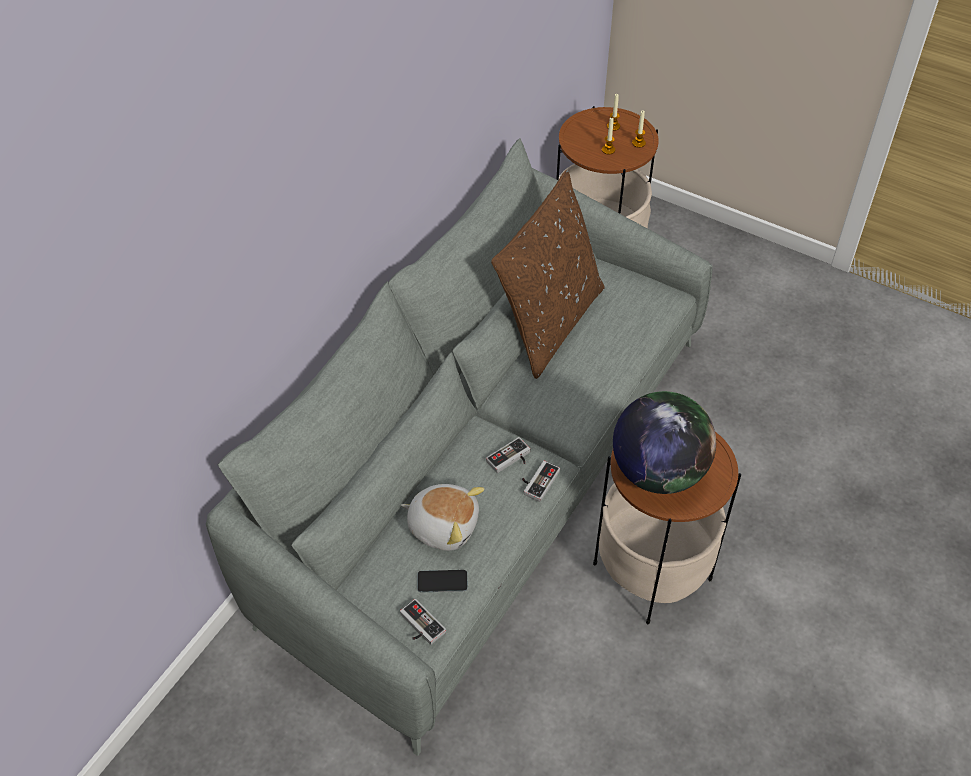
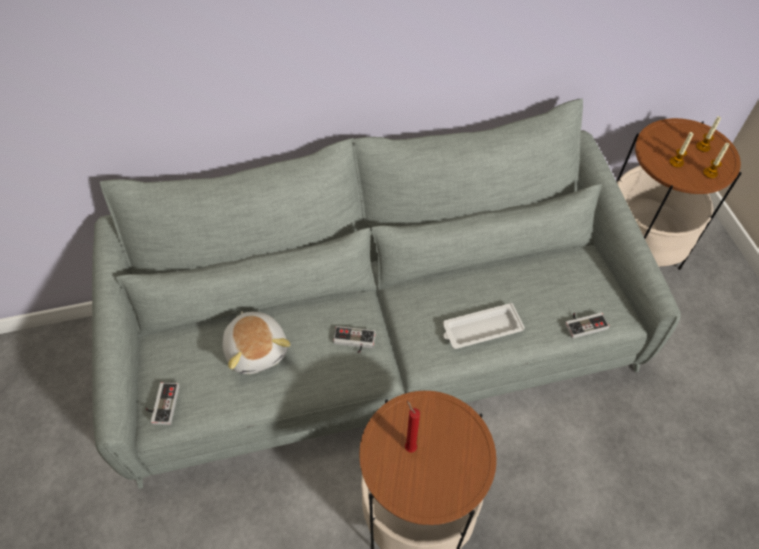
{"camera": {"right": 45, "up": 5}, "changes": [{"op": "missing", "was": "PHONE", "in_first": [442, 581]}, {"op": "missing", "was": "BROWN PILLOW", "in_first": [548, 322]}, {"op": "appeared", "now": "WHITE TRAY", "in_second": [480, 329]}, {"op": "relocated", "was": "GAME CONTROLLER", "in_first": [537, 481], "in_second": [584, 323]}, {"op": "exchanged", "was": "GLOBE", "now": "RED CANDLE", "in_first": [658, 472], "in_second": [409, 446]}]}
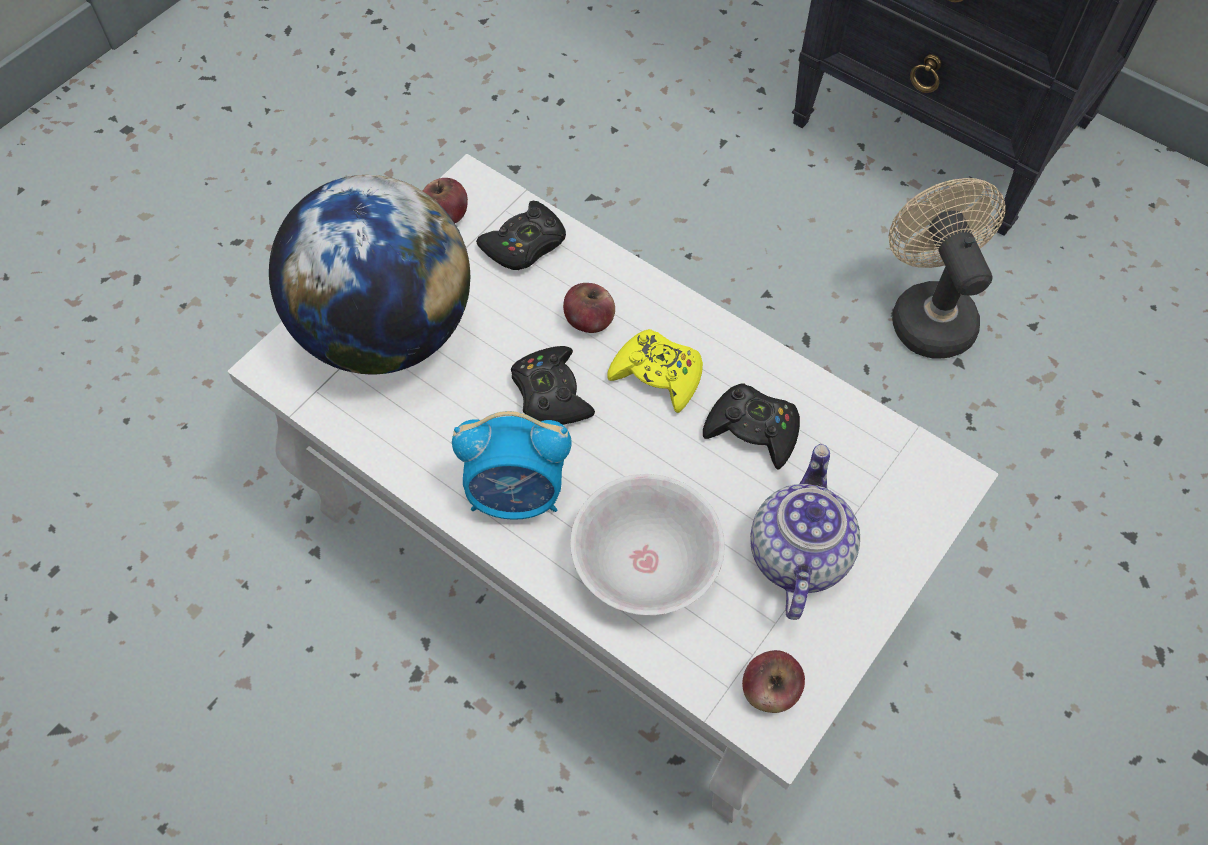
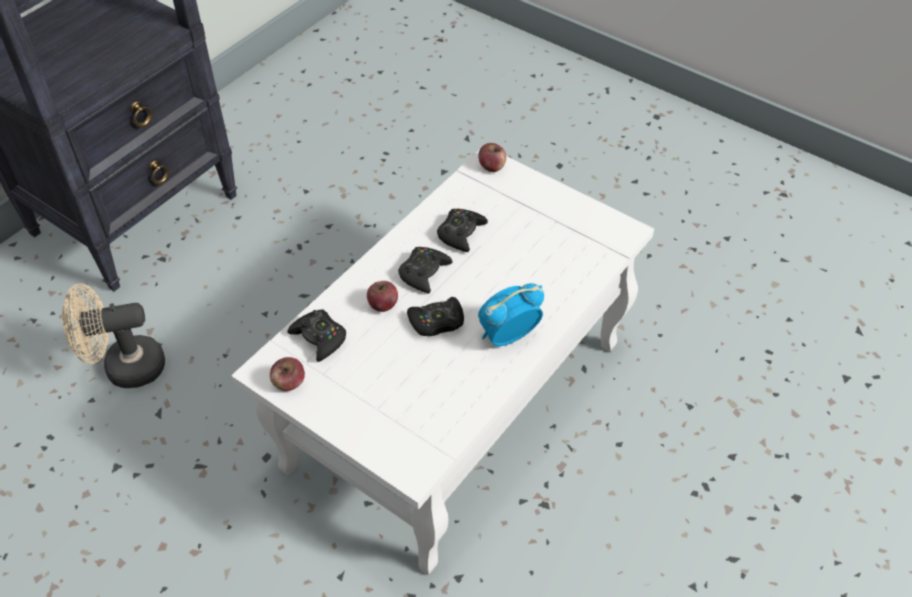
{"camera": {"right": -90, "up": -10}, "changes": [{"op": "missing", "was": "GLOBE", "in_first": [386, 332]}, {"op": "missing", "was": "WHITE BOWL", "in_first": [645, 564]}, {"op": "missing", "was": "TEAPOT", "in_first": [797, 553]}, {"op": "relocated", "was": "APPLE", "in_first": [769, 690], "in_second": [492, 166]}, {"op": "relocated", "was": "BEIGE FAN", "in_first": [927, 313], "in_second": [125, 368]}, {"op": "colour", "was": "YELLOW GAME CONTROLLER", "now": "BLACK GAME CONTROLLER", "in_first": [657, 375], "in_second": [424, 273]}, {"op": "spun", "was": "ALARM CLOCK", "in_first": [517, 495], "in_second": [507, 336], "clockwise": -120}]}
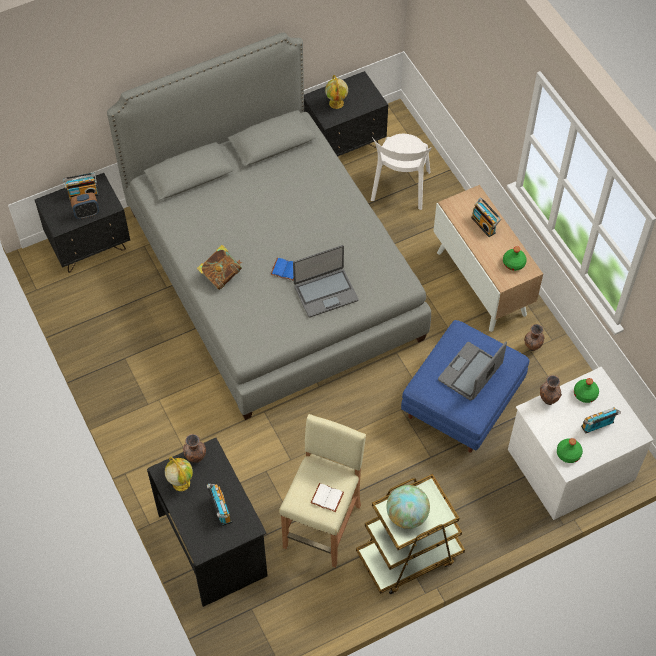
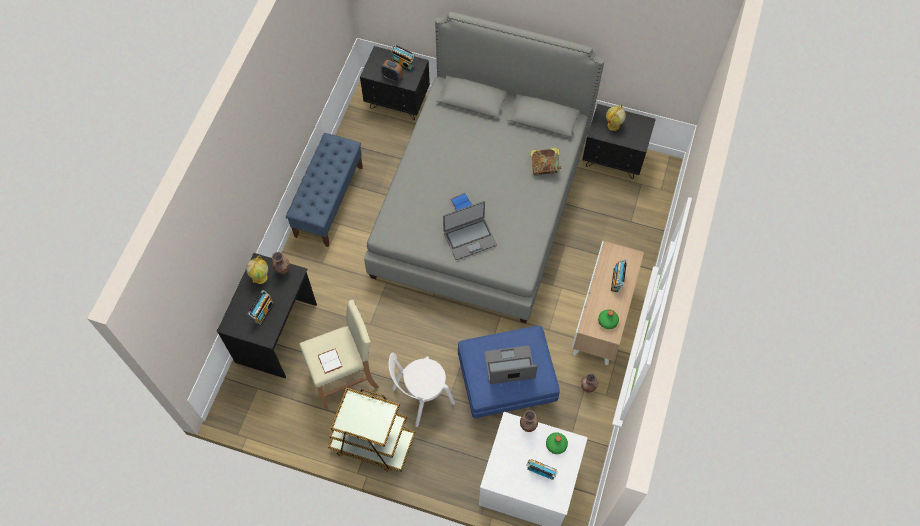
{"camera": {"right": 45, "up": 5}, "changes": [{"op": "missing", "was": "GLOBE", "in_first": [407, 515]}, {"op": "missing", "was": "GREEN BOTTLE", "in_first": [568, 453]}, {"op": "appeared", "now": "BLUE BENCH", "in_second": [329, 201]}, {"op": "relocated", "was": "BOOK", "in_first": [221, 275], "in_second": [545, 167]}, {"op": "relocated", "was": "WHITE CHAIR", "in_first": [400, 188], "in_second": [420, 397]}, {"op": "spun", "was": "LAPTOP", "in_first": [325, 293], "in_second": [469, 238], "clockwise": -45}]}
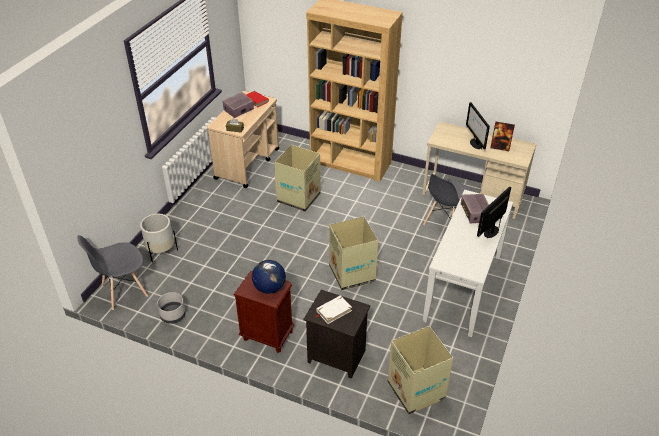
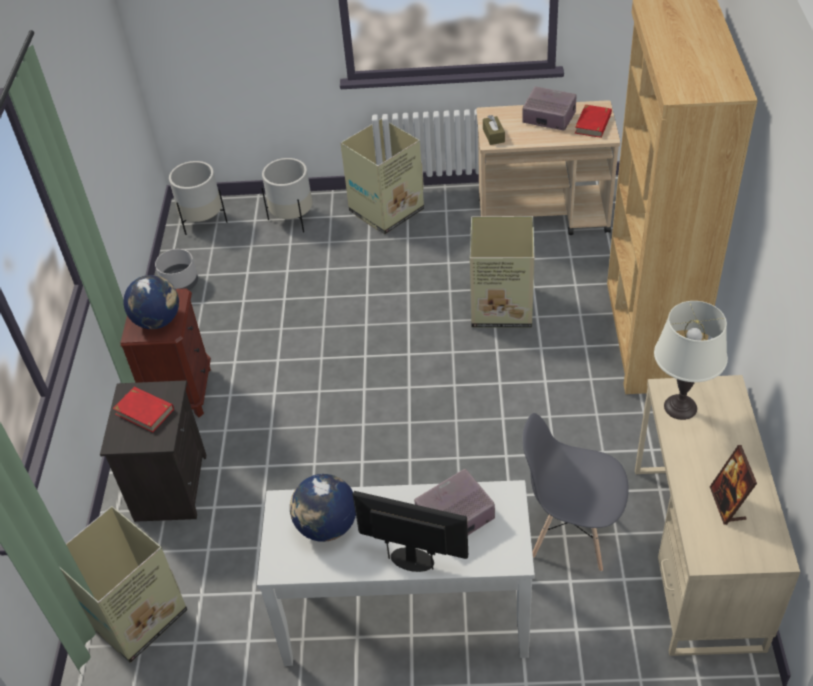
{"camera": {"right": 70, "up": 5}, "changes": [{"op": "missing", "was": "MONITOR", "in_first": [475, 143]}, {"op": "appeared", "now": "GLOBE", "in_second": [326, 526]}, {"op": "appeared", "now": "WHITE TABLE LAMP", "in_second": [680, 407]}, {"op": "relocated", "was": "CARDBOARD BOX", "in_first": [352, 274], "in_second": [385, 211]}, {"op": "exchanged", "was": "GREY CHAIR", "now": "WHITE PLANTER", "in_first": [124, 291], "in_second": [203, 221]}, {"op": "colour", "was": "WHITE BOOK", "now": "RED BOOK", "in_first": [333, 311], "in_second": [144, 411]}]}
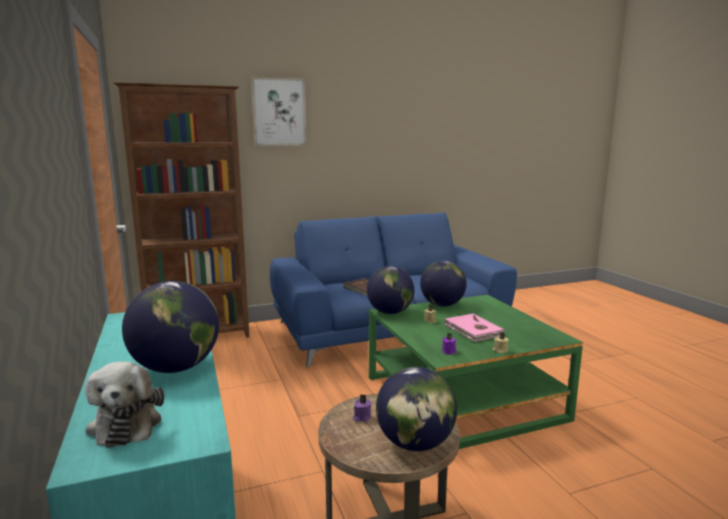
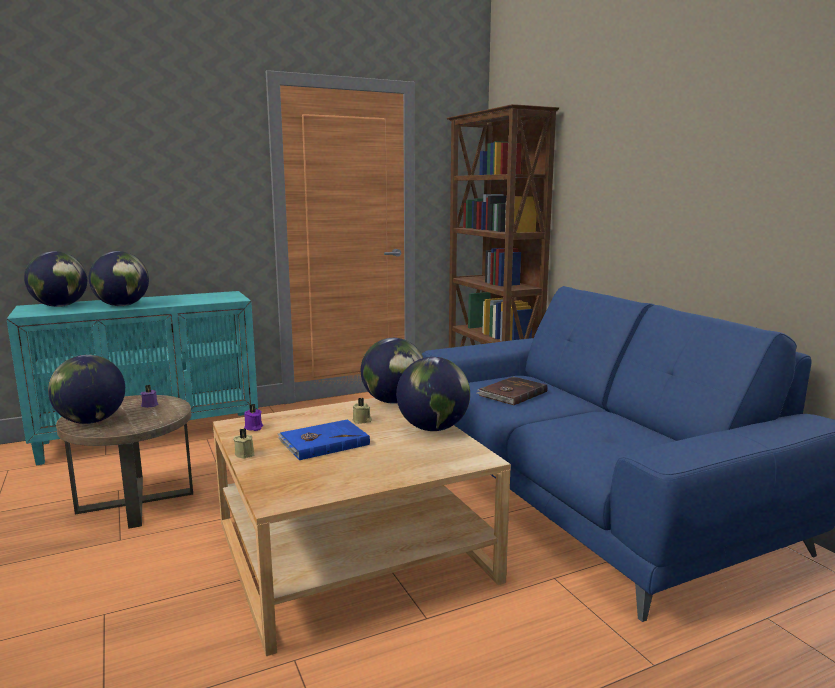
{"camera": {"right": 85, "up": 0}, "changes": [{"op": "missing", "was": "PICTURE", "in_first": [279, 112]}, {"op": "exchanged", "was": "PLUSH TOY", "now": "GLOBE", "in_first": [126, 423], "in_second": [60, 306]}, {"op": "colour", "was": "GREEN COFFEE TABLE", "now": "BEIGE COFFEE TABLE", "in_first": [463, 397], "in_second": [352, 551]}, {"op": "colour", "was": "PINK BOOK", "now": "BLUE BOOK", "in_first": [473, 330], "in_second": [323, 442]}]}
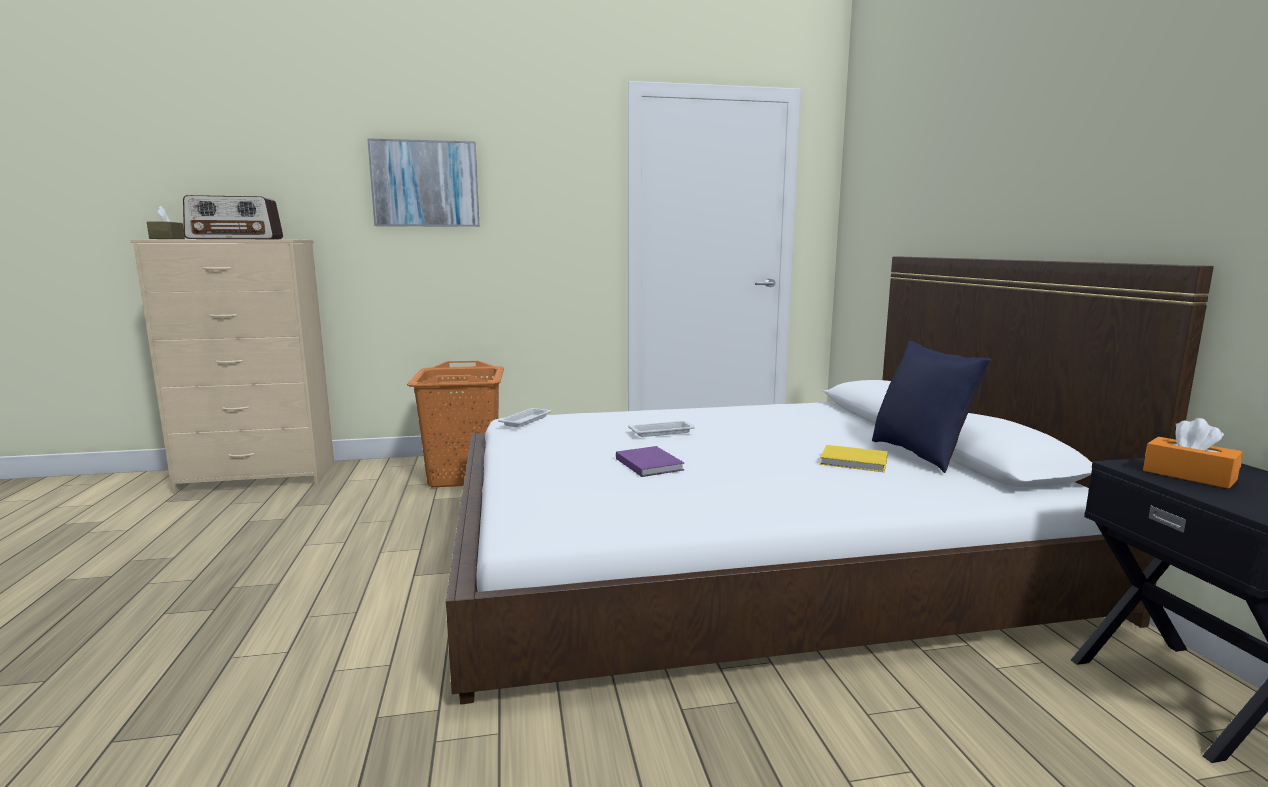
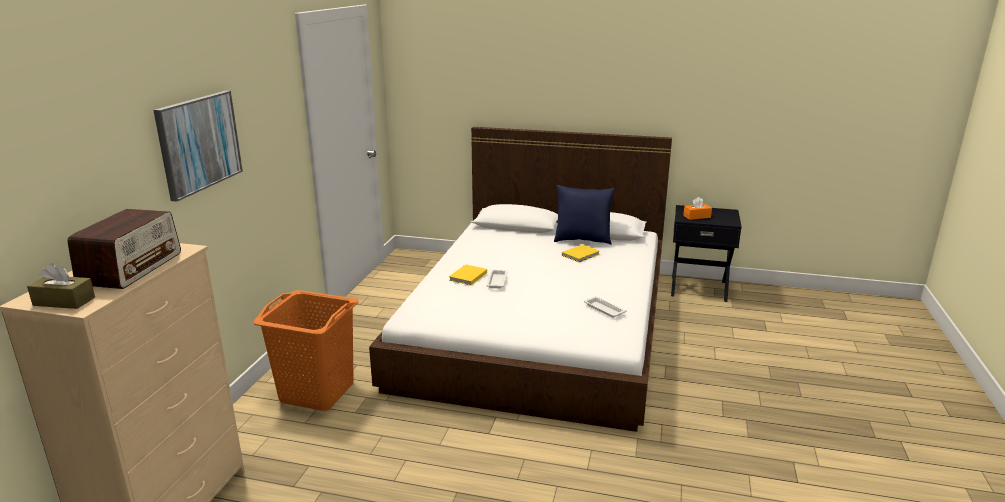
{"camera": {"right": -65, "up": 10}, "changes": [{"op": "missing", "was": "PURPLE BOOK", "in_first": [649, 463]}, {"op": "appeared", "now": "YELLOW BOOK", "in_second": [467, 276]}, {"op": "relocated", "was": "WHITE TRAY", "in_first": [526, 420], "in_second": [603, 309]}]}
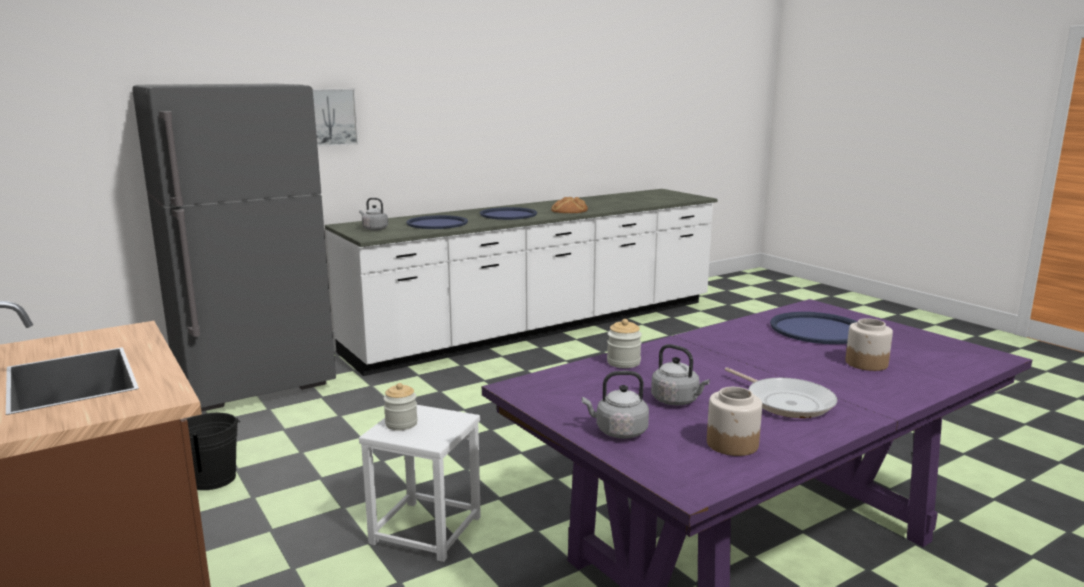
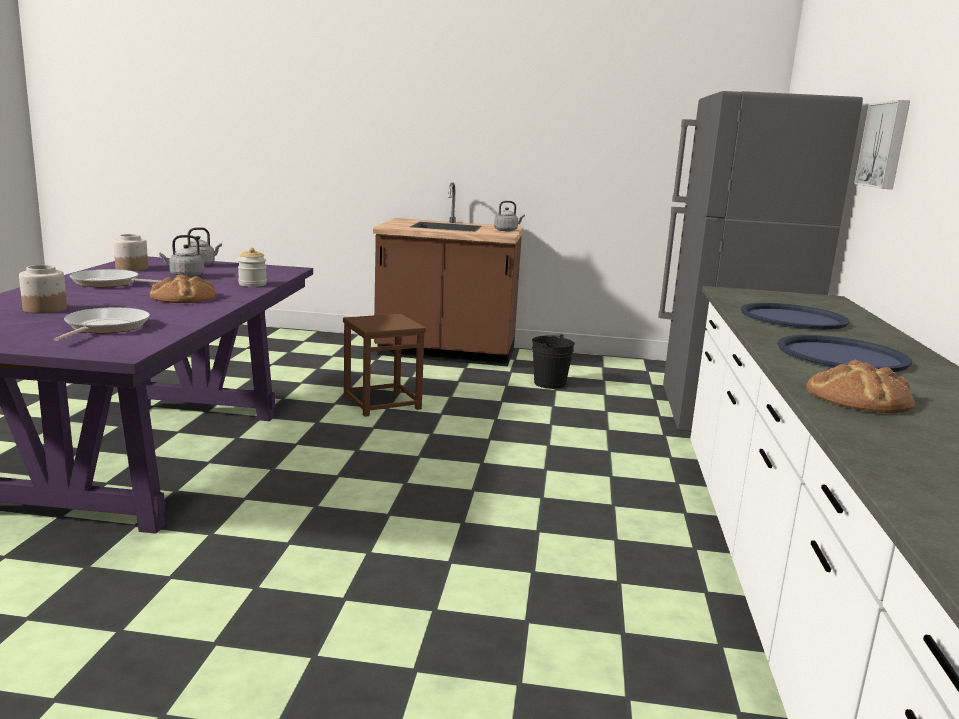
{"camera": {"right": 130, "up": 0}, "changes": [{"op": "missing", "was": "JAR", "in_first": [401, 424]}, {"op": "appeared", "now": "BREAD", "in_second": [183, 297]}, {"op": "relocated", "was": "GREY KETTLE", "in_first": [374, 229], "in_second": [507, 230]}, {"op": "exchanged", "was": "BLUE TRAY", "now": "FRYING PAN", "in_first": [817, 329], "in_second": [104, 327]}, {"op": "colour", "was": "WHITE STOOL", "now": "BROWN STOOL", "in_first": [425, 530], "in_second": [382, 403]}]}
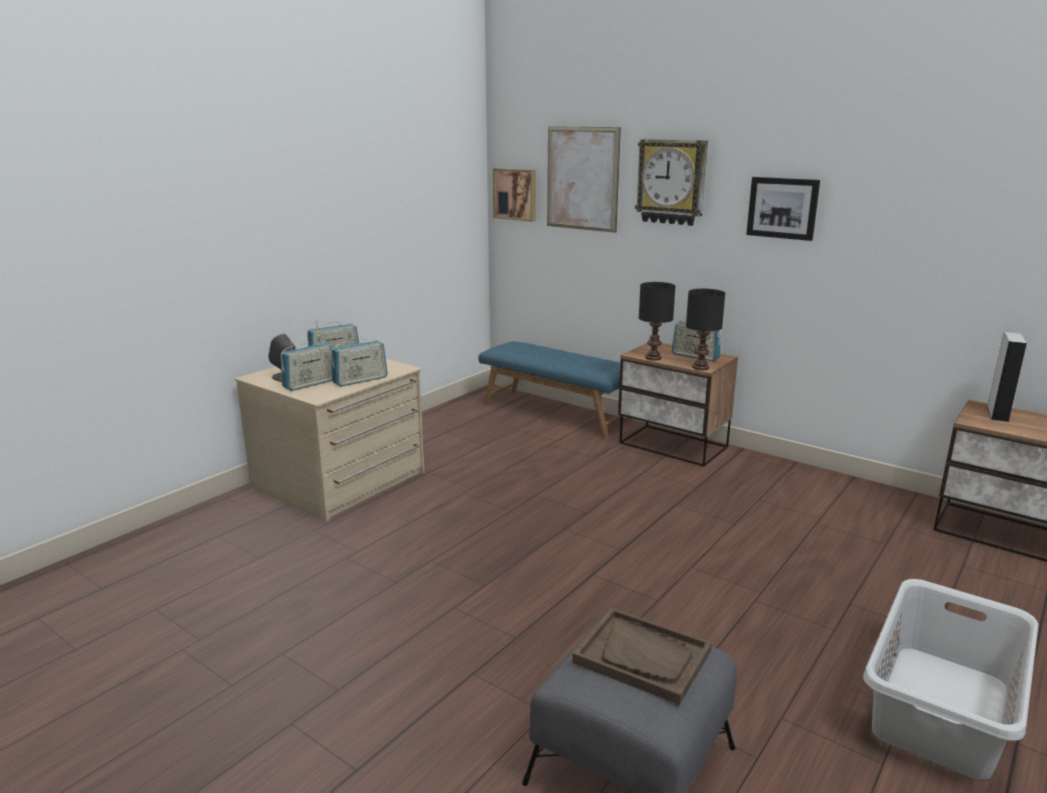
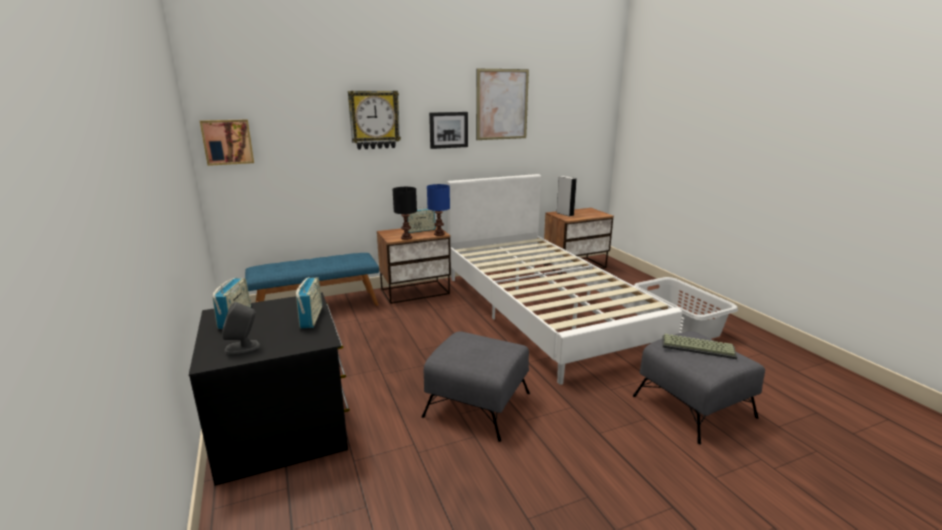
{"camera": {"right": -60, "up": 0}, "changes": [{"op": "missing", "was": "RADIO", "in_first": [311, 384]}, {"op": "appeared", "now": "GREY OTTOMAN", "in_second": [477, 404]}, {"op": "appeared", "now": "WHITE BED", "in_second": [542, 311]}, {"op": "relocated", "was": "PICTURE", "in_first": [582, 179], "in_second": [502, 104]}, {"op": "exchanged", "was": "BROWN TRAY", "now": "KEYBOARD", "in_first": [642, 657], "in_second": [698, 347]}, {"op": "colour", "was": "BEIGE DRESSER", "now": "BLACK DRESSER", "in_first": [341, 480], "in_second": [283, 425]}, {"op": "colour", "was": "BLACK TABLE LAMP", "now": "BLUE TABLE LAMP", "in_first": [700, 368], "in_second": [439, 234]}]}
